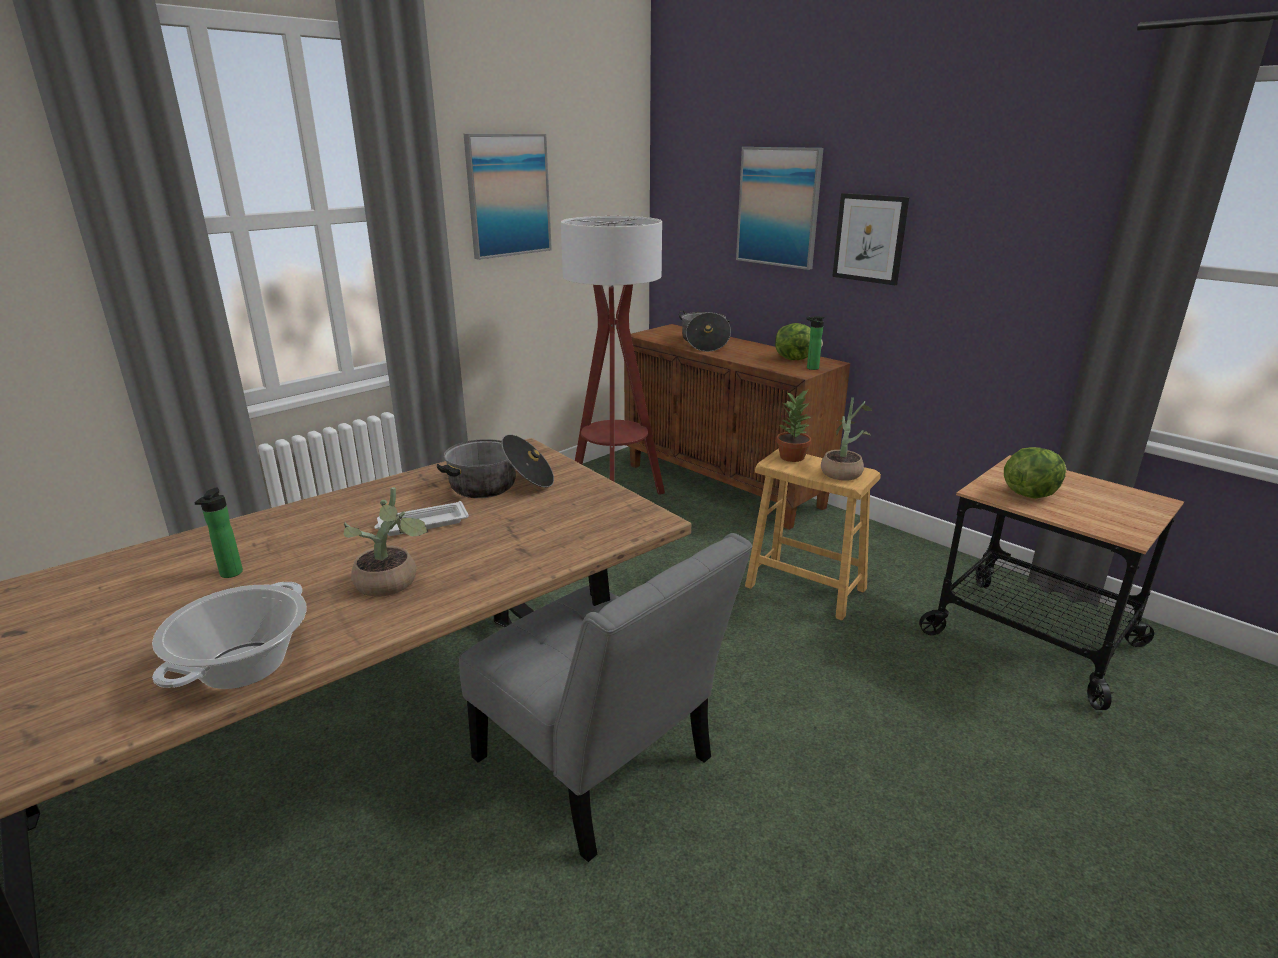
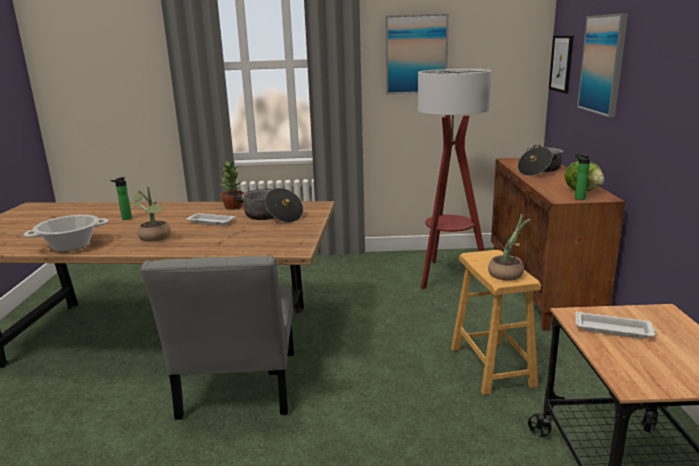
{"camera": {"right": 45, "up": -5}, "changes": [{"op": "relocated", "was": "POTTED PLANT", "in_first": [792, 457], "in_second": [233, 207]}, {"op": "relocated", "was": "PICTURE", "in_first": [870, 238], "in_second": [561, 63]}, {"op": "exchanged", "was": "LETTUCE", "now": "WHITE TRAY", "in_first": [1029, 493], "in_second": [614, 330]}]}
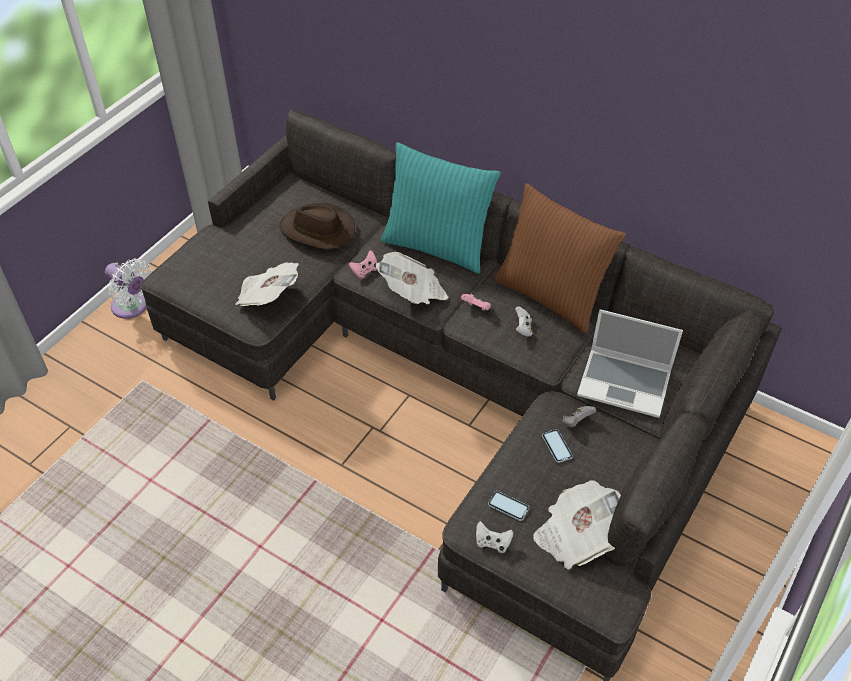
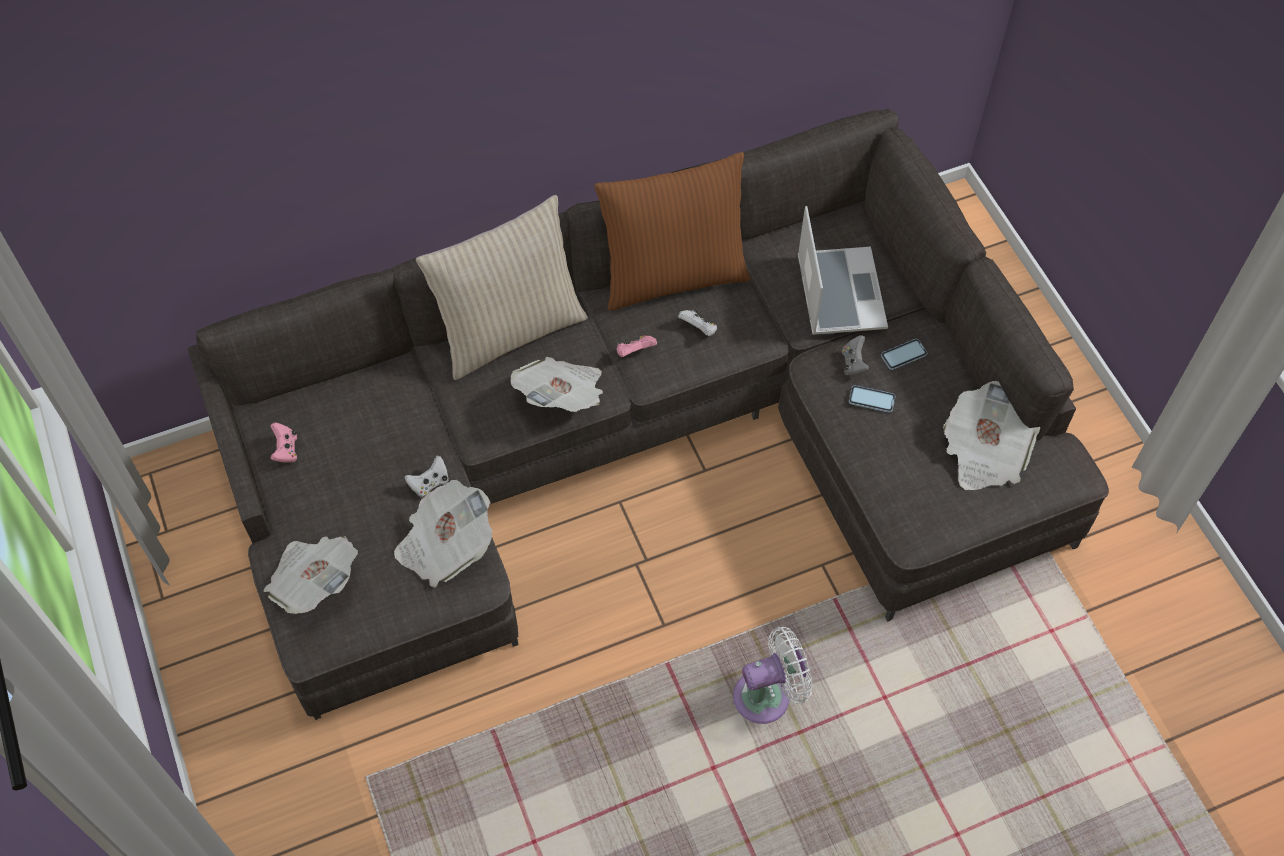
{"camera": {"right": -55, "up": 10}, "changes": [{"op": "missing", "was": "BROWN HAT", "in_first": [317, 230]}, {"op": "appeared", "now": "NEWSPAPER", "in_second": [315, 582]}, {"op": "relocated", "was": "WHITE FAN", "in_first": [132, 307], "in_second": [768, 695]}, {"op": "relocated", "was": "PINK GAME CONTROLLER", "in_first": [365, 271], "in_second": [286, 450]}, {"op": "relocated", "was": "WHITE GAME CONTROLLER", "in_first": [492, 543], "in_second": [429, 483]}, {"op": "relocated", "was": "PHONE", "in_first": [508, 506], "in_second": [903, 355]}, {"op": "colour", "was": "TURQUOISE PILLOW", "now": "BEIGE PILLOW", "in_first": [437, 246], "in_second": [510, 330]}, {"op": "spun", "was": "LAPTOP", "in_first": [625, 384], "in_second": [838, 292], "clockwise": -60}]}
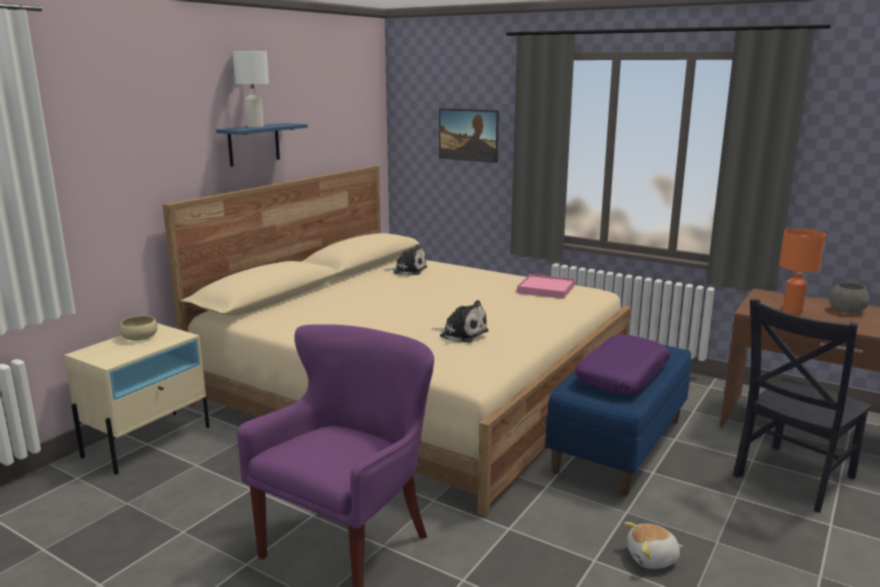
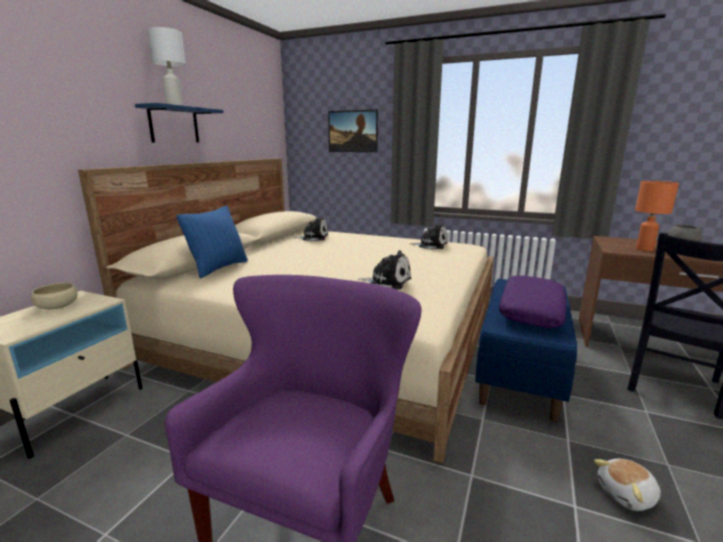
{"camera": {"right": -10, "up": 0}, "changes": [{"op": "appeared", "now": "BLUE PILLOW", "in_second": [218, 268]}, {"op": "exchanged", "was": "PINK TRAY", "now": "PLUSH TOY", "in_first": [546, 289], "in_second": [431, 245]}]}
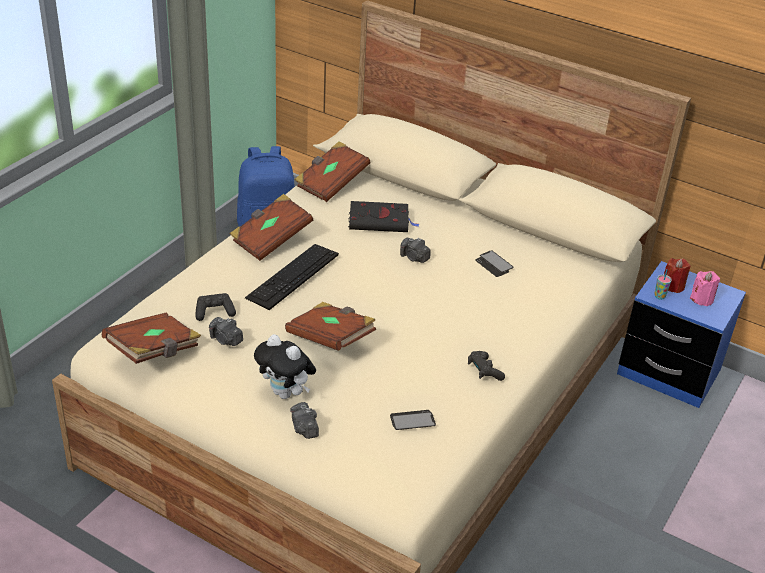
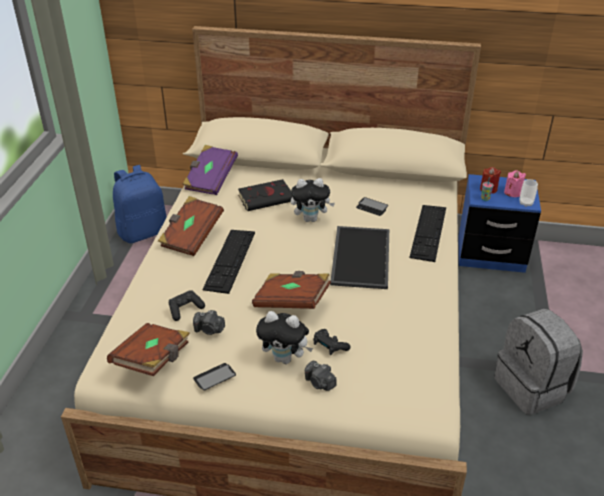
{"camera": {"right": -20, "up": 0}, "changes": [{"op": "appeared", "now": "TRAY", "in_second": [359, 256]}, {"op": "appeared", "now": "KEYBOARD", "in_second": [428, 232]}, {"op": "appeared", "now": "GREY BACKPACK", "in_second": [532, 388]}, {"op": "appeared", "now": "CUP", "in_second": [526, 203]}, {"op": "relocated", "was": "PHONE", "in_first": [412, 421], "in_second": [214, 377]}, {"op": "relocated", "was": "BLACK GAME CONTROLLER", "in_first": [484, 371], "in_second": [329, 346]}, {"op": "exchanged", "was": "PHOTO CAMERA", "now": "PLUSH TOY", "in_first": [414, 258], "in_second": [311, 219]}, {"op": "colour", "was": "BROWN BOOK", "now": "PURPLE BOOK", "in_first": [331, 183], "in_second": [210, 180]}]}
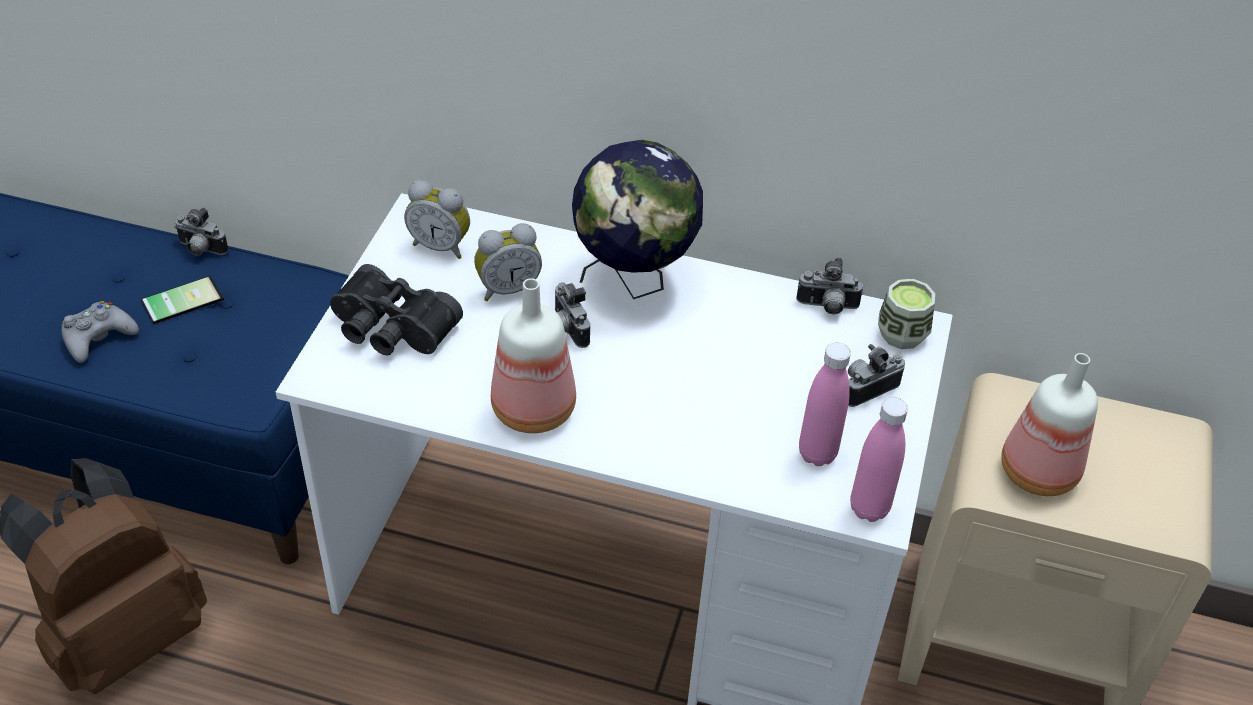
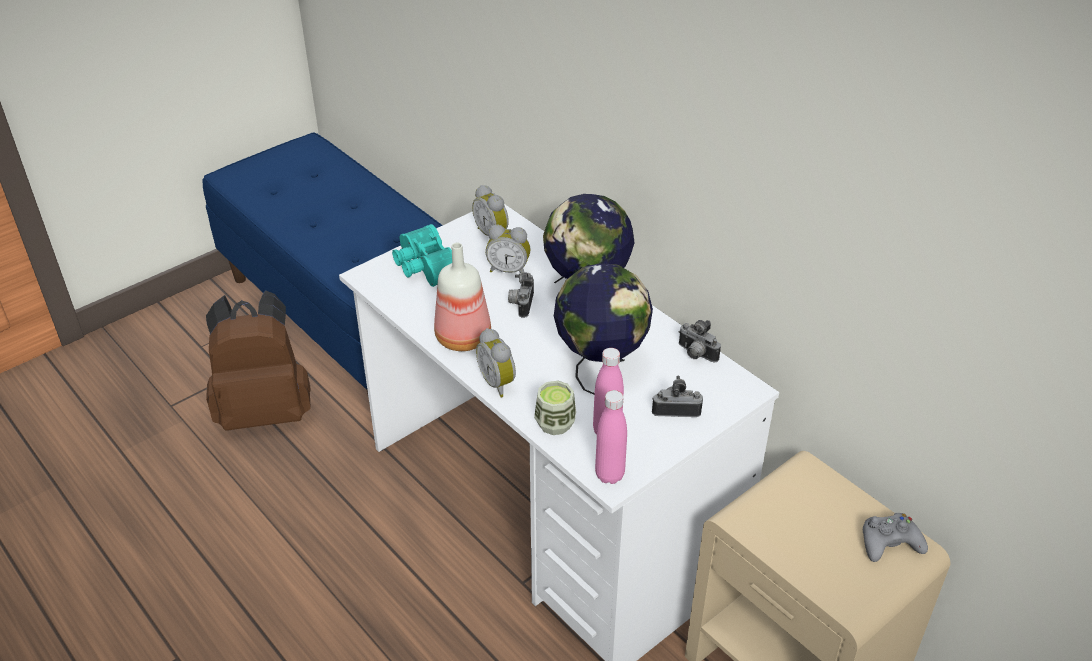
{"camera": {"right": 35, "up": -5}, "changes": [{"op": "missing", "was": "PHONE", "in_first": [181, 297]}, {"op": "missing", "was": "PHOTO CAMERA", "in_first": [201, 250]}, {"op": "missing", "was": "BOTTLE", "in_first": [1035, 473]}, {"op": "appeared", "now": "ALARM CLOCK", "in_second": [499, 383]}, {"op": "appeared", "now": "GLOBE", "in_second": [600, 368]}, {"op": "relocated", "was": "GREY GAME CONTROLLER", "in_first": [98, 337], "in_second": [889, 543]}, {"op": "relocated", "was": "CUP", "in_first": [902, 334], "in_second": [555, 423]}, {"op": "colour", "was": "BLACK BINOCULARS", "now": "TURQUOISE BINOCULARS", "in_first": [390, 330], "in_second": [425, 267]}]}
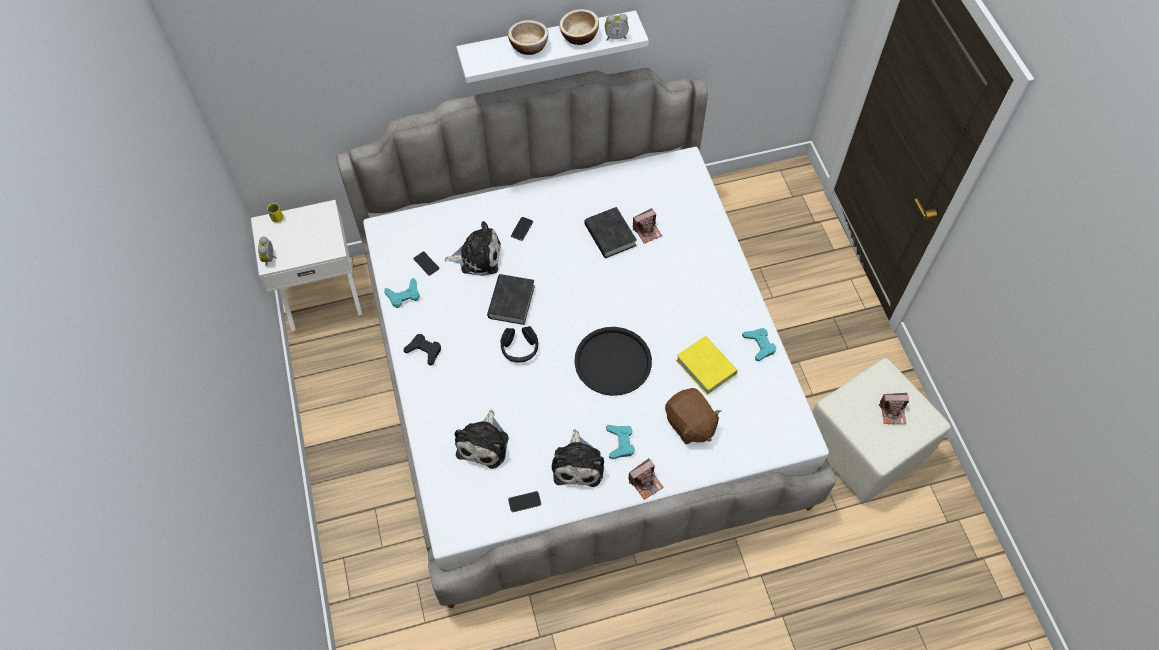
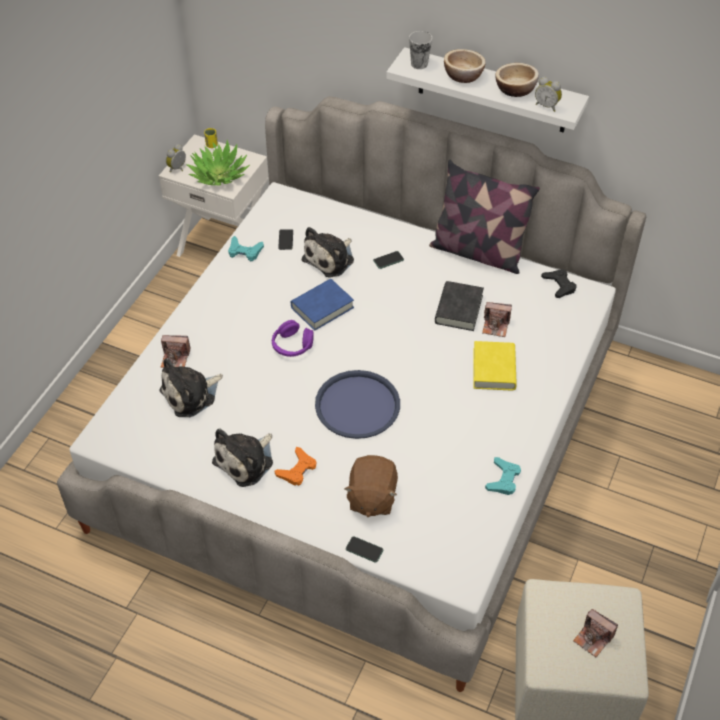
{"camera": {"right": 40, "up": -10}, "changes": [{"op": "appeared", "now": "POTTED PLANT", "in_second": [218, 174]}, {"op": "appeared", "now": "CUP", "in_second": [419, 64]}, {"op": "appeared", "now": "PILLOW", "in_second": [478, 252]}, {"op": "relocated", "was": "BLACK GAME CONTROLLER", "in_first": [424, 350], "in_second": [559, 285]}, {"op": "relocated", "was": "PHONE", "in_first": [524, 502], "in_second": [364, 549]}, {"op": "relocated", "was": "PHOTO CAMERA", "in_first": [645, 482], "in_second": [175, 358]}, {"op": "relocated", "was": "YELLOW BOOK", "in_first": [706, 367], "in_second": [494, 369]}, {"op": "colour", "was": "BLACK BOOK", "now": "BLUE BOOK", "in_first": [511, 302], "in_second": [322, 307]}, {"op": "colour", "was": "BLACK HEADPHONES", "now": "PURPLE HEADPHONES", "in_first": [519, 348], "in_second": [292, 345]}, {"op": "colour", "was": "BLACK TRAY", "now": "BLUE TRAY", "in_first": [612, 362], "in_second": [357, 405]}, {"op": "colour", "was": "TURQUOISE GAME CONTROLLER", "now": "ORANGE GAME CONTROLLER", "in_first": [620, 443], "in_second": [297, 470]}, {"op": "spun", "was": "PLUSH TOY", "in_first": [477, 256], "in_second": [330, 259], "clockwise": 90}]}
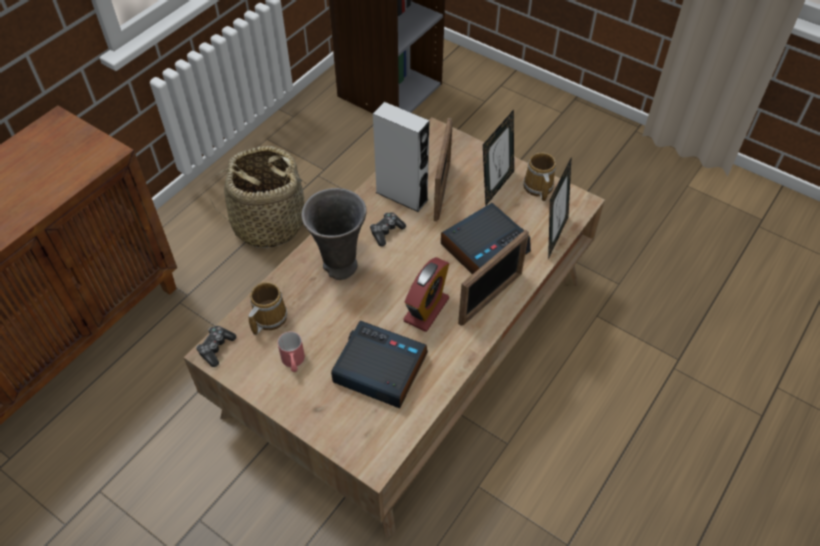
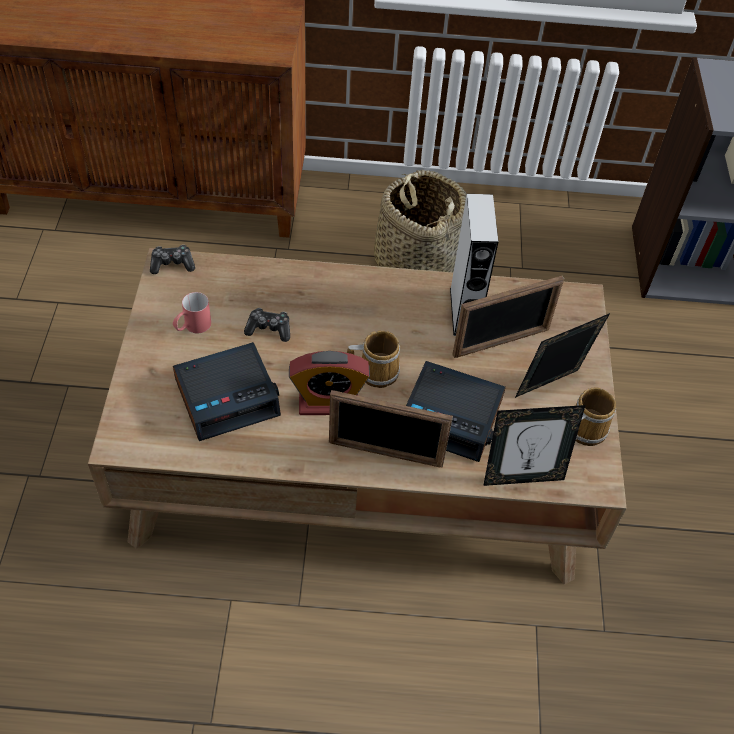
{"camera": {"right": 55, "up": 0}, "changes": [{"op": "missing", "was": "GREY VASE", "in_first": [340, 267]}, {"op": "relocated", "was": "MUG", "in_first": [268, 318], "in_second": [375, 371]}, {"op": "relocated", "was": "GAME CONTROLLER", "in_first": [386, 232], "in_second": [269, 329]}, {"op": "spun", "was": "ALARM CLOCK", "in_first": [379, 369], "in_second": [228, 397], "clockwise": 75}, {"op": "spun", "was": "PICTURE FRAME", "in_first": [495, 186], "in_second": [550, 388], "clockwise": 150}]}
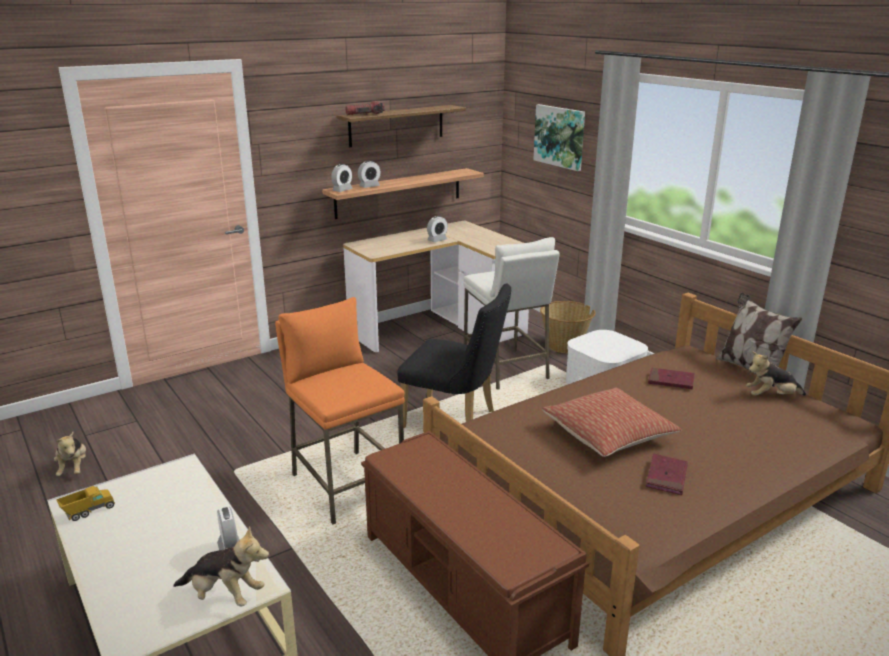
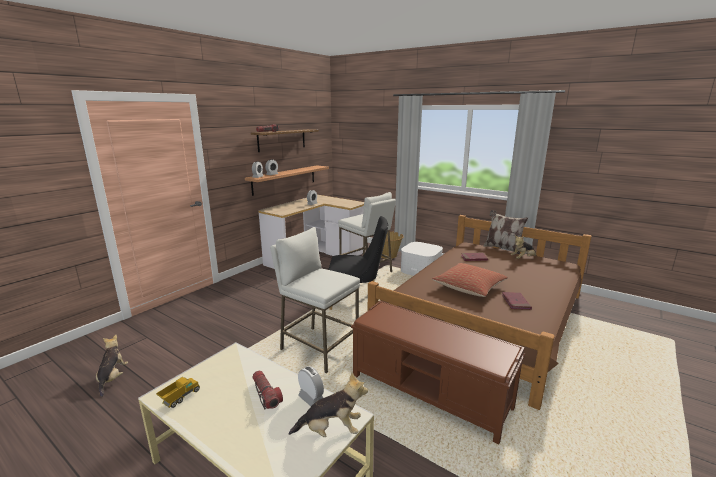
{"camera": {"right": -20, "up": -5}, "changes": [{"op": "missing", "was": "PICTURE", "in_first": [560, 136]}, {"op": "appeared", "now": "FLASHLIGHT", "in_second": [266, 394]}, {"op": "colour", "was": "ORANGE STOOL", "now": "WHITE STOOL", "in_first": [346, 485], "in_second": [318, 348]}, {"op": "spun", "was": "PLUSH TOY", "in_first": [74, 468], "in_second": [113, 378], "clockwise": -150}]}
